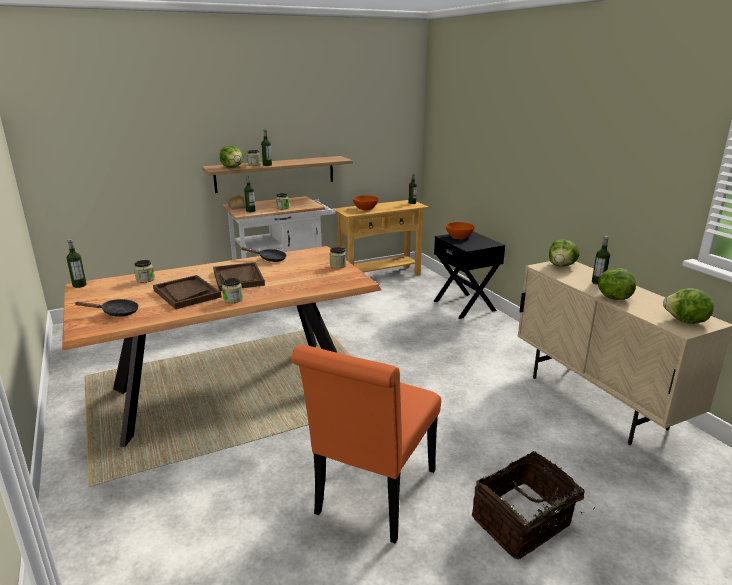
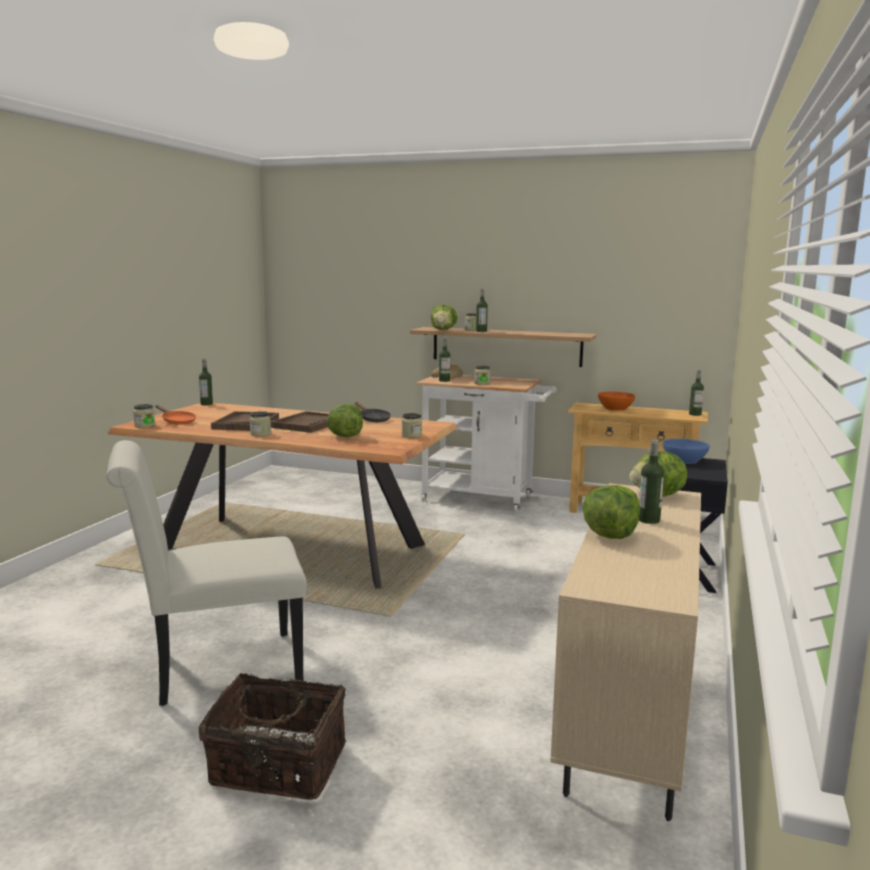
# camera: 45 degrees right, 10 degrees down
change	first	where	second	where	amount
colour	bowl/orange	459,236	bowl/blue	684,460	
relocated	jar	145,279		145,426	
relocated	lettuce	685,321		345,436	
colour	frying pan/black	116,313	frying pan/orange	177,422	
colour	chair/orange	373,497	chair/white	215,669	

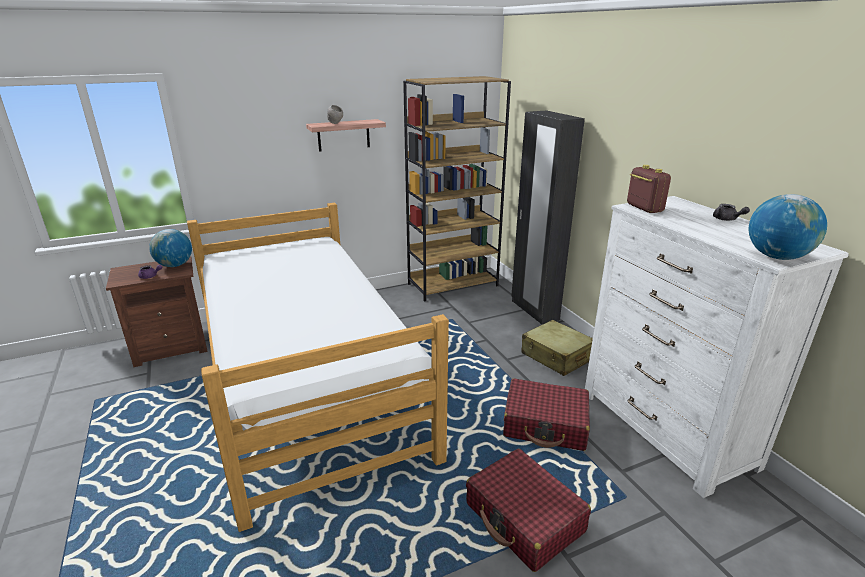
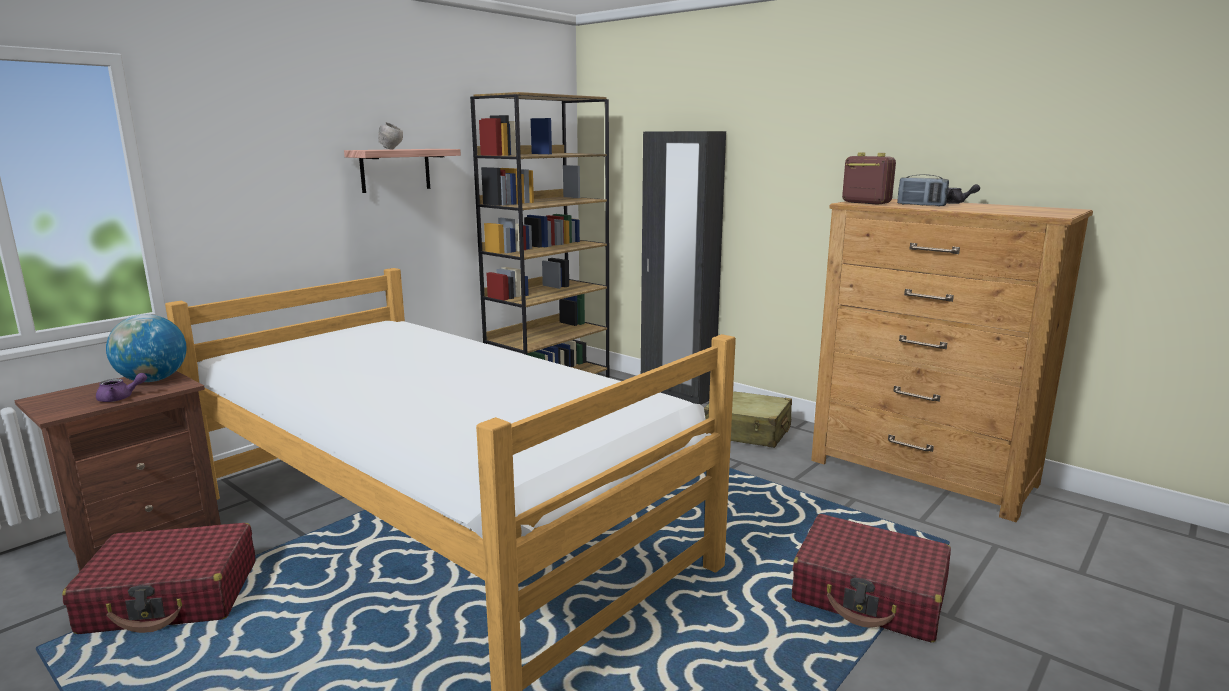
# camera: 25 degrees left, 10 degrees down
change	first	where	second	where	amount
missing	globe	777,257			
colour	dresser/white	665,429	dresser/brown	922,472	
relocated	suitcase/red	545,424		172,596	
appeared			radio	921,205	

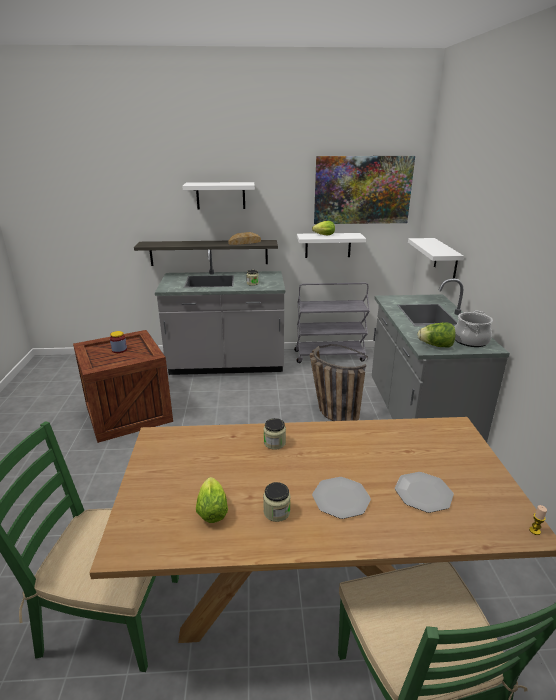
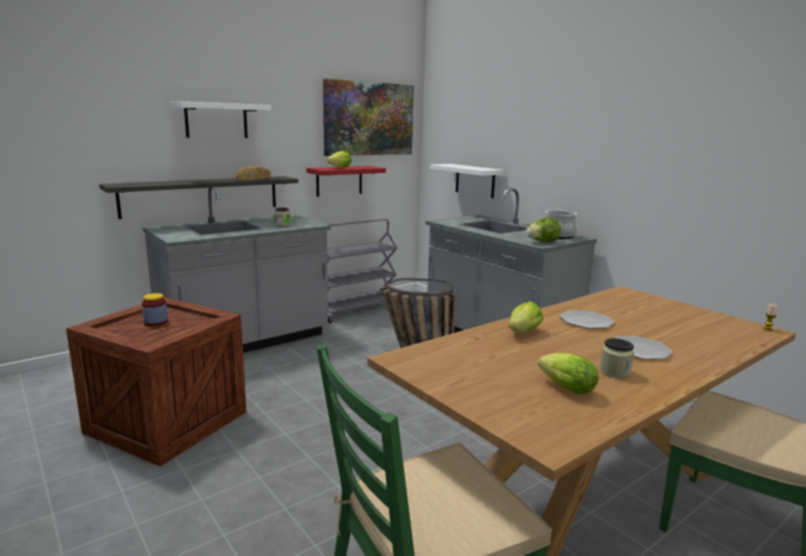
# camera: 35 degrees left, 10 degrees down
change	first	where	second	where	amount
colour	shelf/white	328,245	shelf/red	339,181	
exchanged	jar	274,443	lettuce	522,333	
relocated	plate	423,493		586,321	

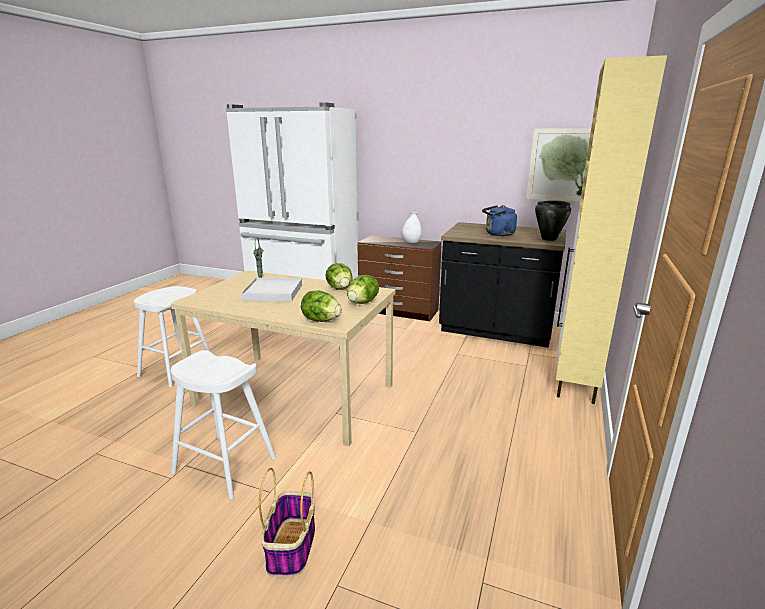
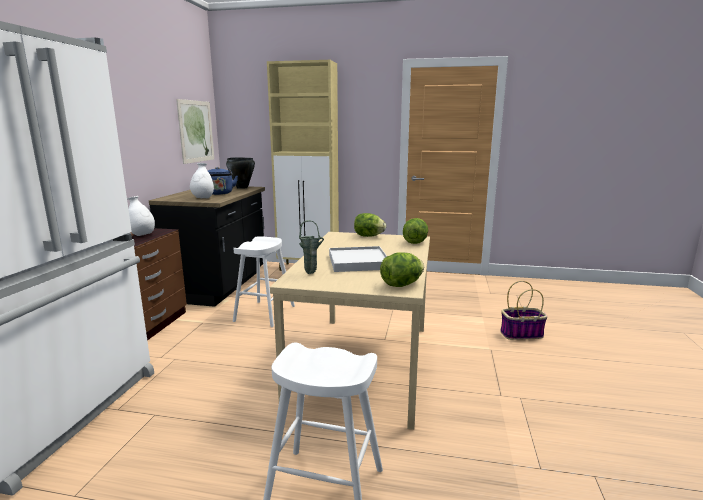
# camera: 100 degrees left, 5 degrees down
change	first	where	second	where	amount
relocated	lettuce	340,288		401,285	
relocated	stool/white	225,465		265,313	
appeared			vase/white	203,198	

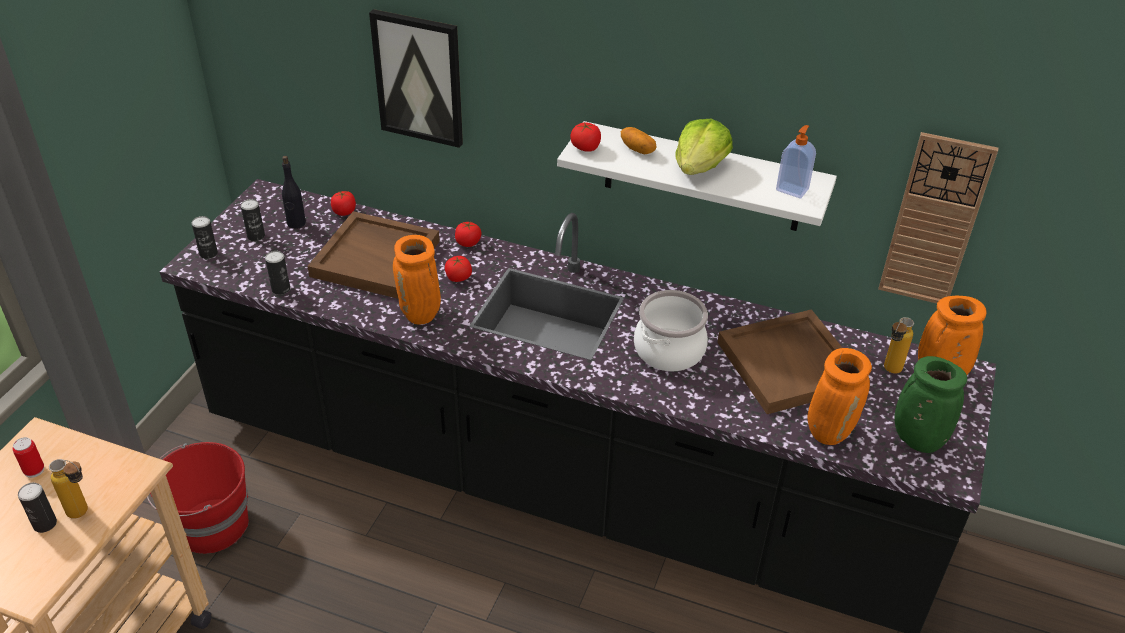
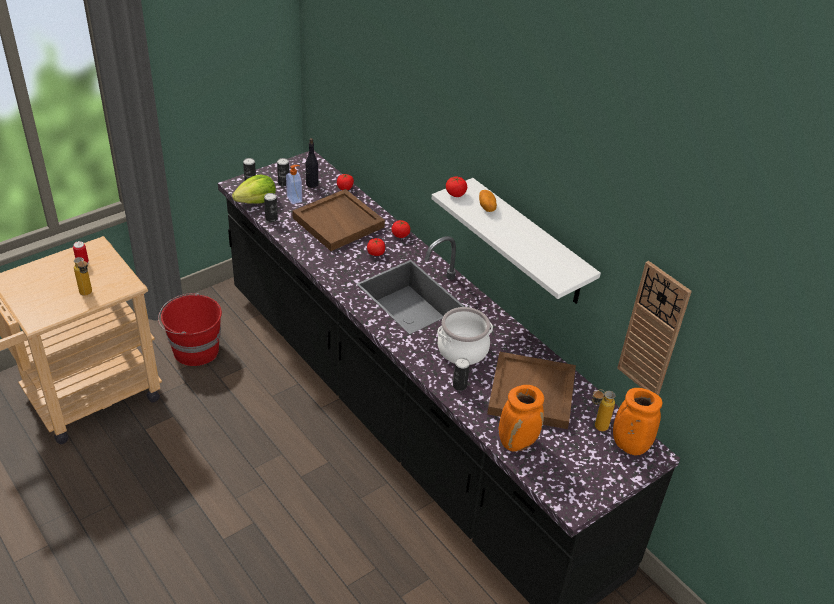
# camera: 30 degrees right, 0 degrees up
change	first	where	second	where	amount
missing	picture	419,78			
relocated	lettuce	700,167		256,201	
relocated	soap dispenser	792,189		295,199	
missing	vase/orange	421,315			
missing	vase/green	916,440			
relocated	can	45,524		459,385	

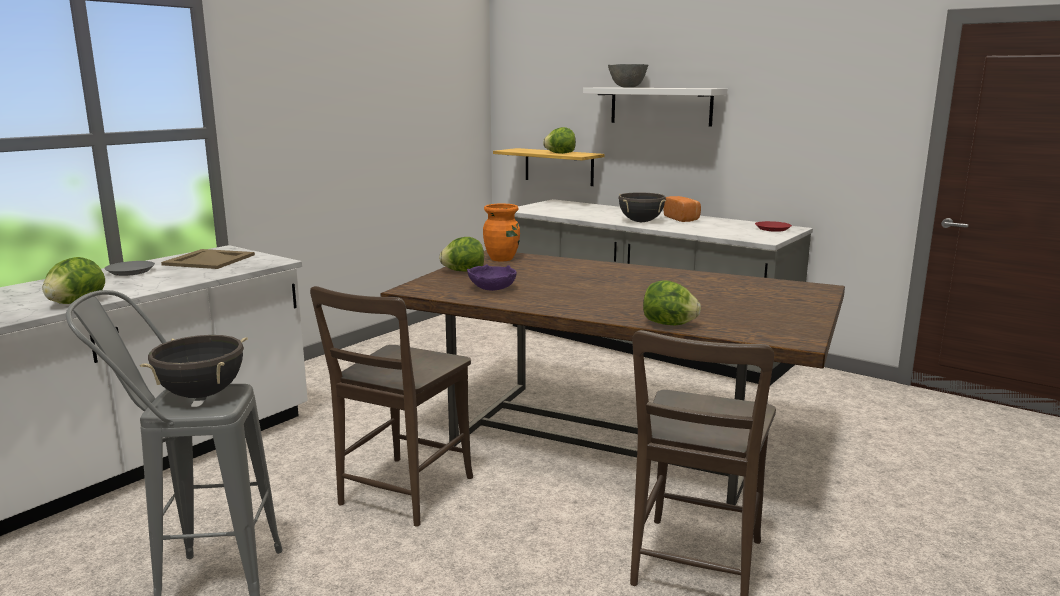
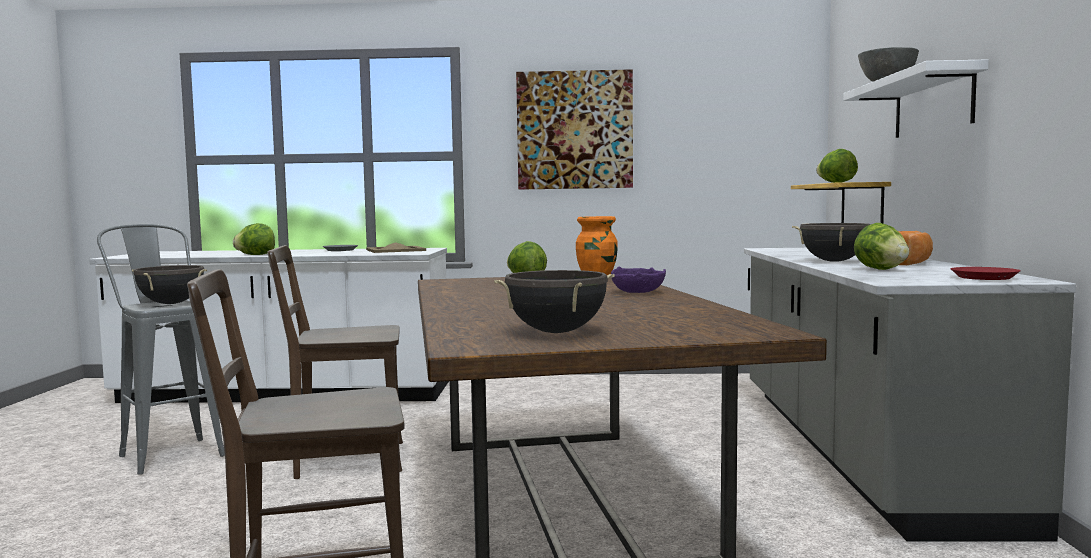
# camera: 55 degrees right, 10 degrees down
change	first	where	second	where	amount
relocated	bowl/purple	492,288		637,292	
relocated	lettuce	669,324		881,269	
appeared			picture	574,130	
appeared			cooking pot/black	556,332	

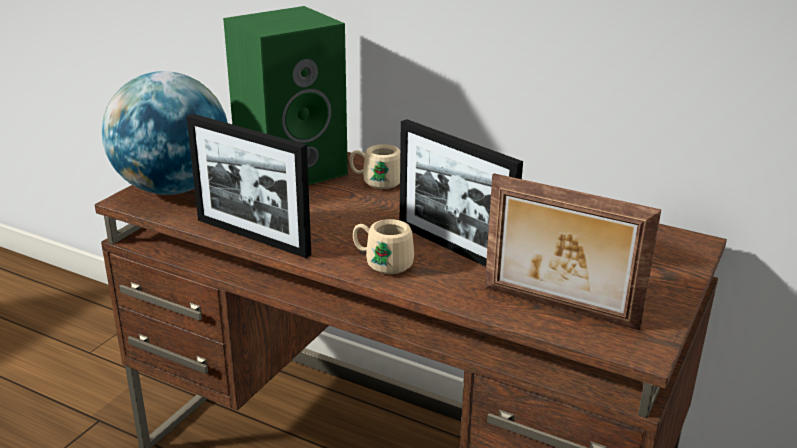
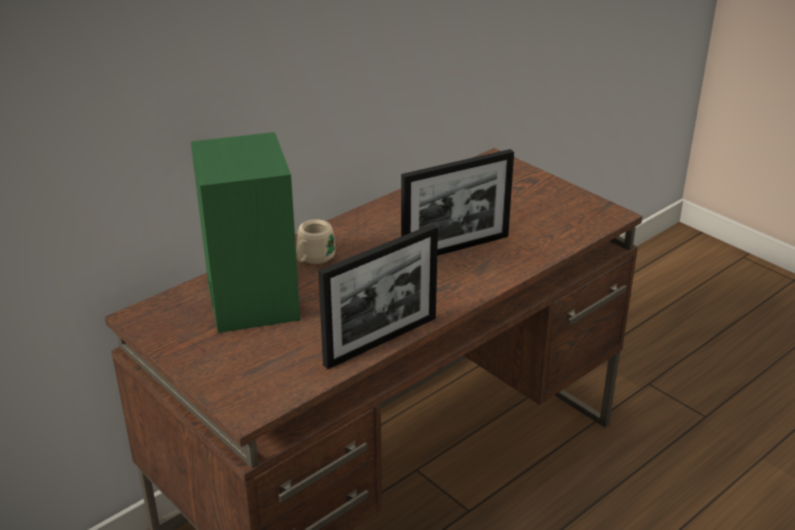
# camera: 70 degrees left, 5 degrees up
change	first	where	second	where	amount
missing	globe	173,188			
missing	picture frame	558,309			
missing	mug/beige	382,263			

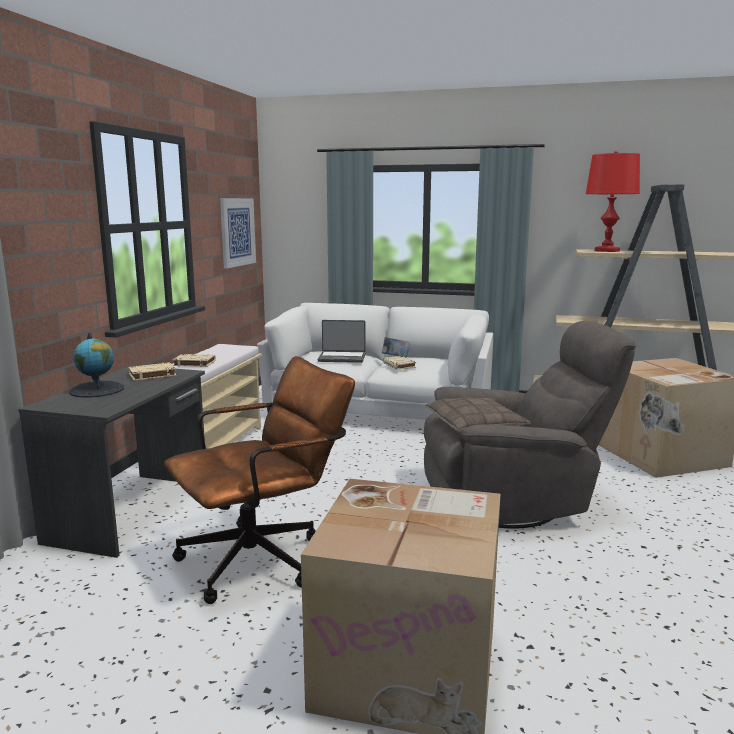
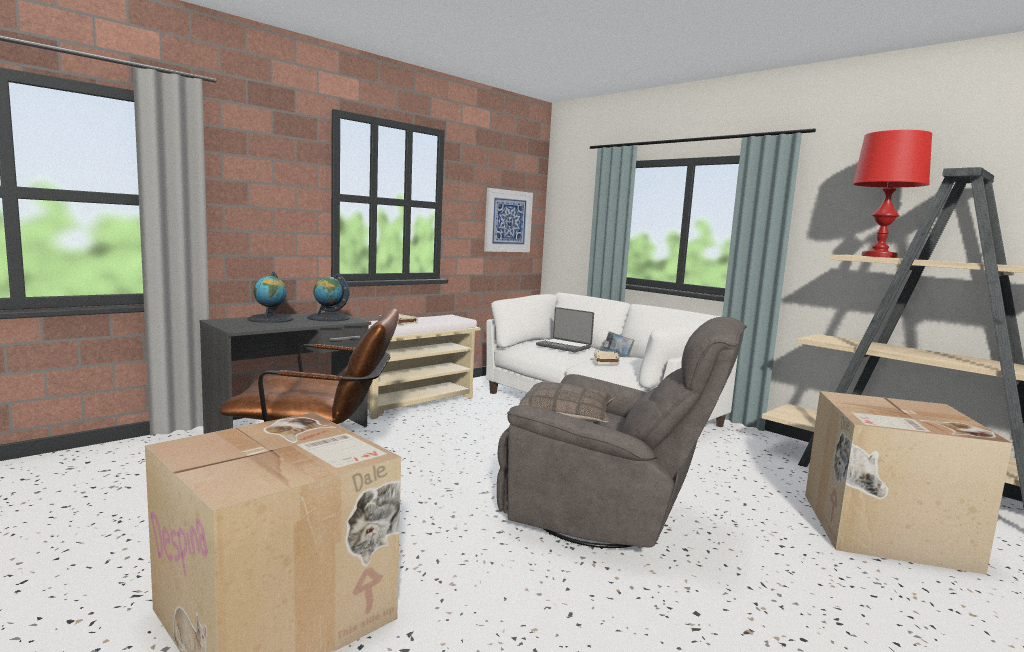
# camera: 30 degrees right, 5 degrees down
change	first	where	second	where	amount
exchanged	book/beige	152,375	globe	328,318	

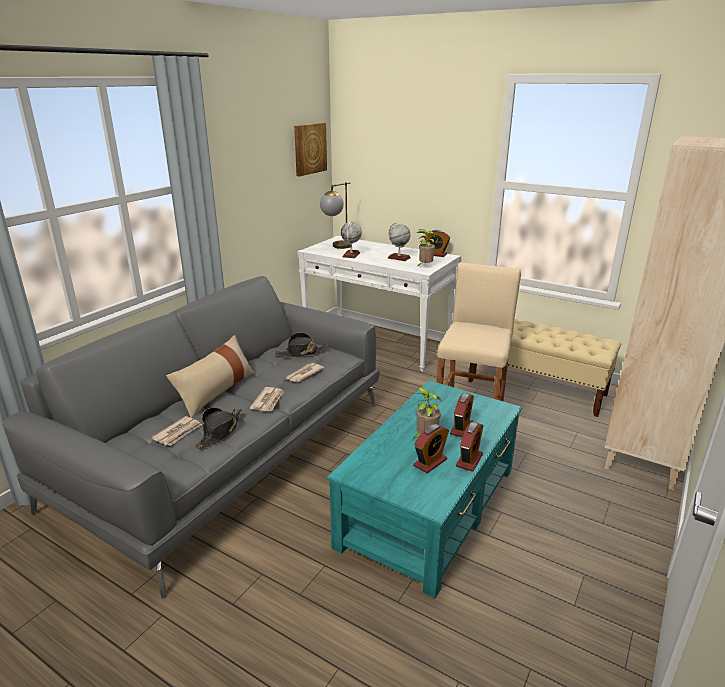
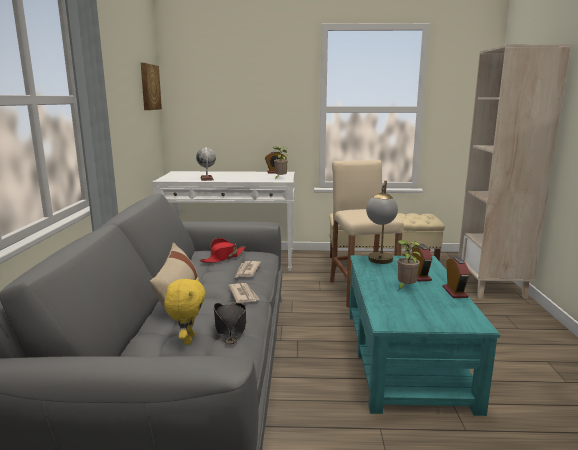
# camera: 30 degrees left, 10 degrees down
change	first	where	second	where	amount
relocated	table lamp	337,247		379,262	
missing	globe	399,258			
colour	hat/black	301,353	hat/red	223,257	
exchanged	newspaper	178,433	plush toy/yellow	187,340	
missing	alarm clock	430,462			

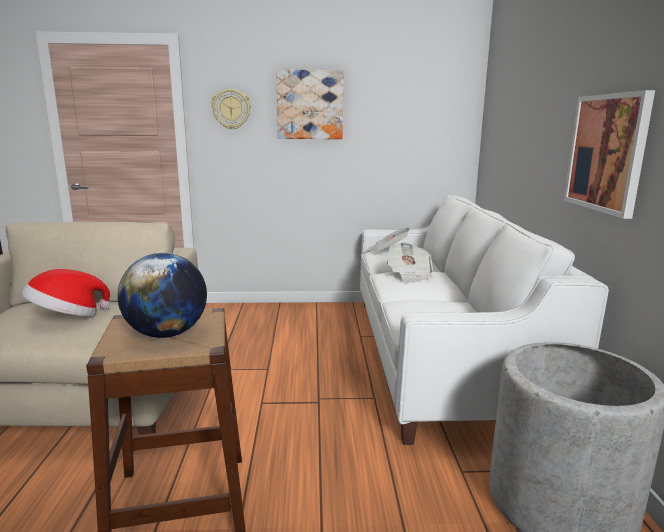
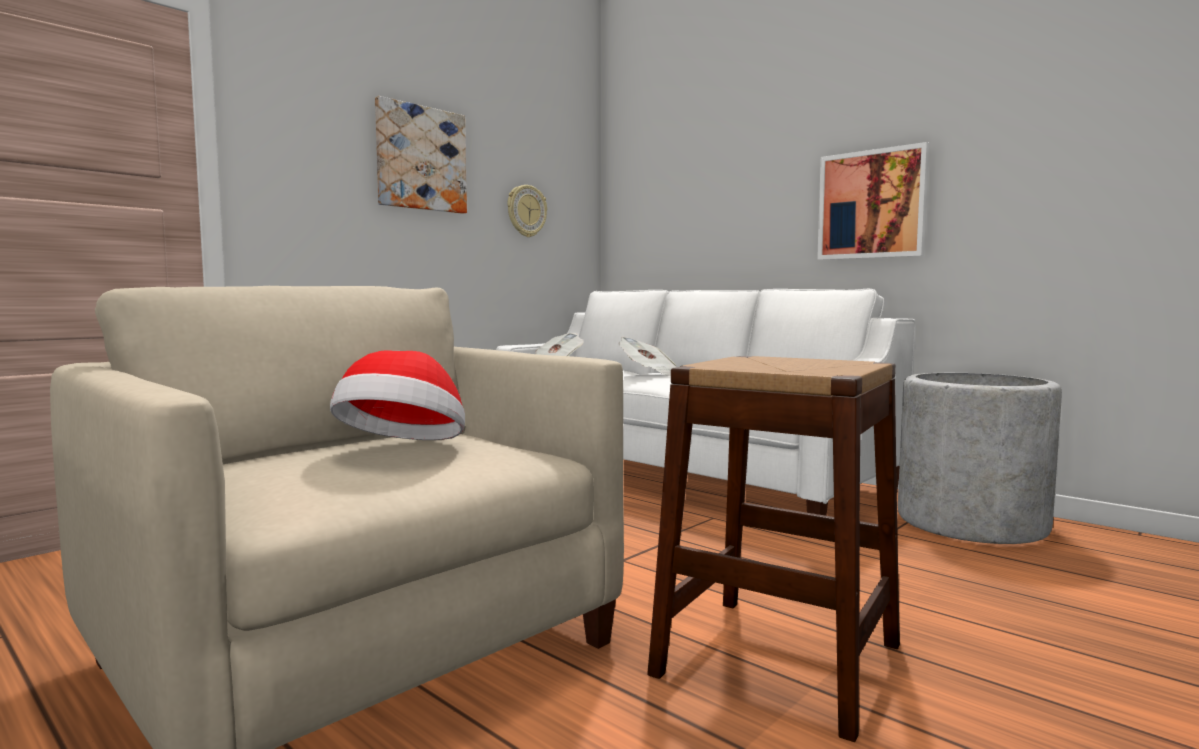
# camera: 45 degrees left, 10 degrees down
change	first	where	second	where	amount
relocated	wall clock	231,109		526,211	
missing	globe	167,334			

